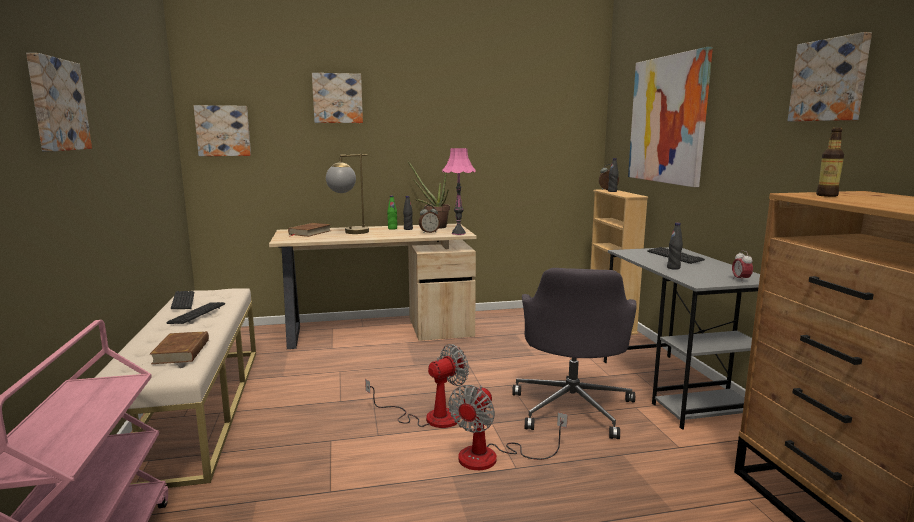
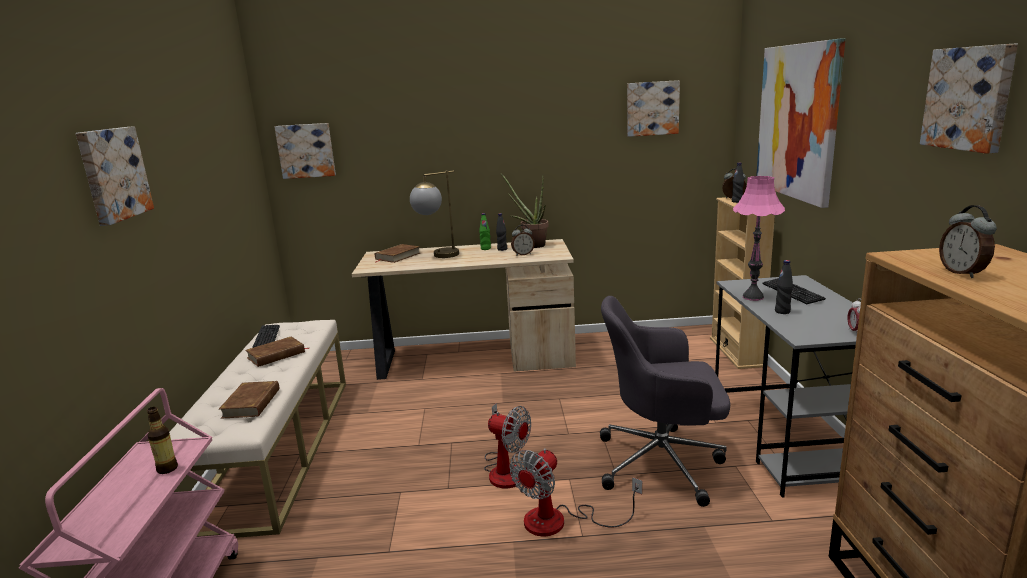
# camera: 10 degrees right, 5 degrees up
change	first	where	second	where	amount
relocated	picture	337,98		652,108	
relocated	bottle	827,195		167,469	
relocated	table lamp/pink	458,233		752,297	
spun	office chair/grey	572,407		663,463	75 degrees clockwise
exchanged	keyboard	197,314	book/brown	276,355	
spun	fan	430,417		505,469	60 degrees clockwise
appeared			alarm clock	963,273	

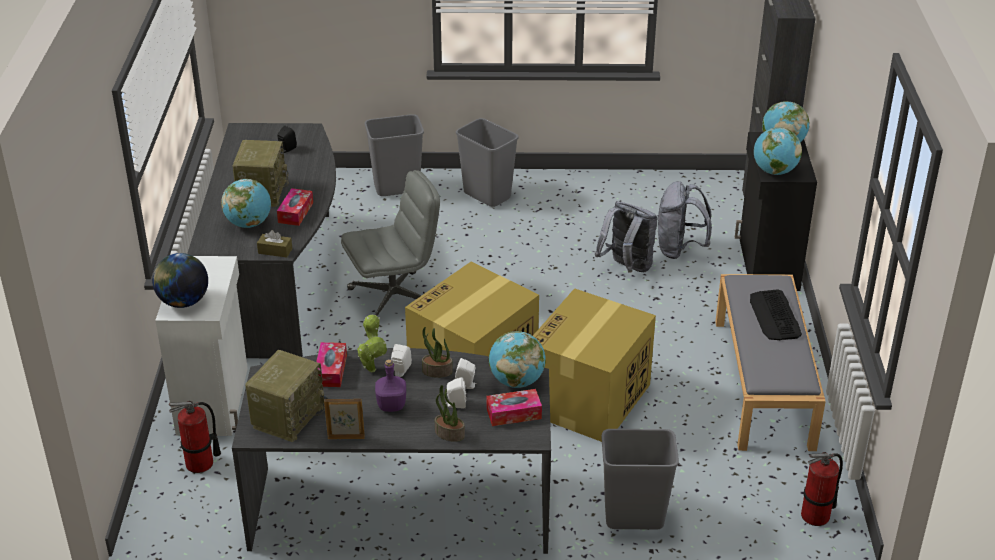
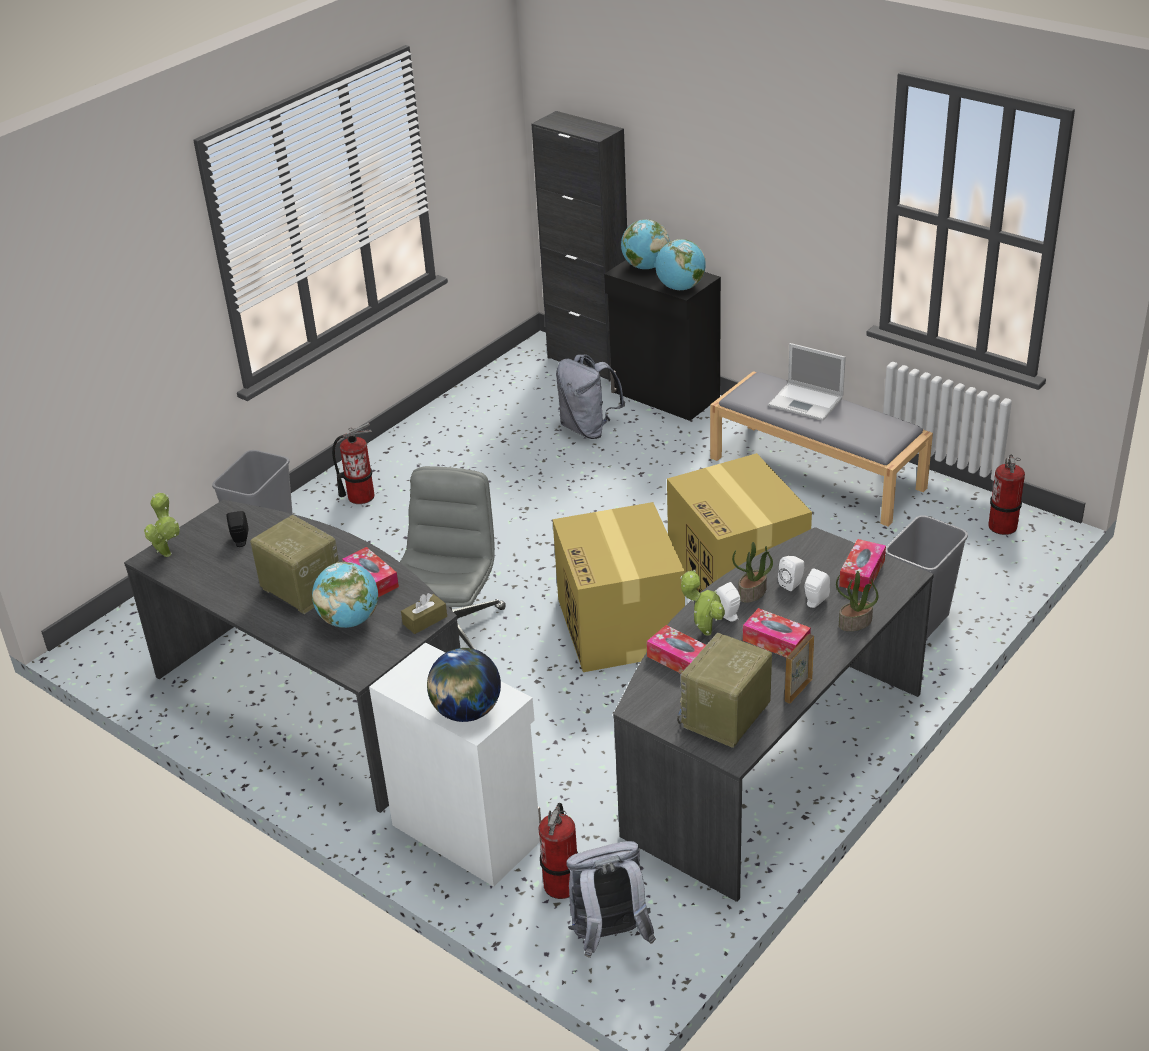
# camera: 50 degrees left, 0 degrees up
change	first	where	second	where	amount
exchanged	trash can/grey	488,195	fire extinguisher	360,496	
relocated	backpack/grey	626,268		609,936	
exchanged	keyboard	774,316	laptop	807,402	
missing	globe	516,381			
spun	radio	288,416		726,717	120 degrees counterclockwise
exchanged	bottle/purple	391,405	tissue box	776,641	
appeared			potted plant	167,552	

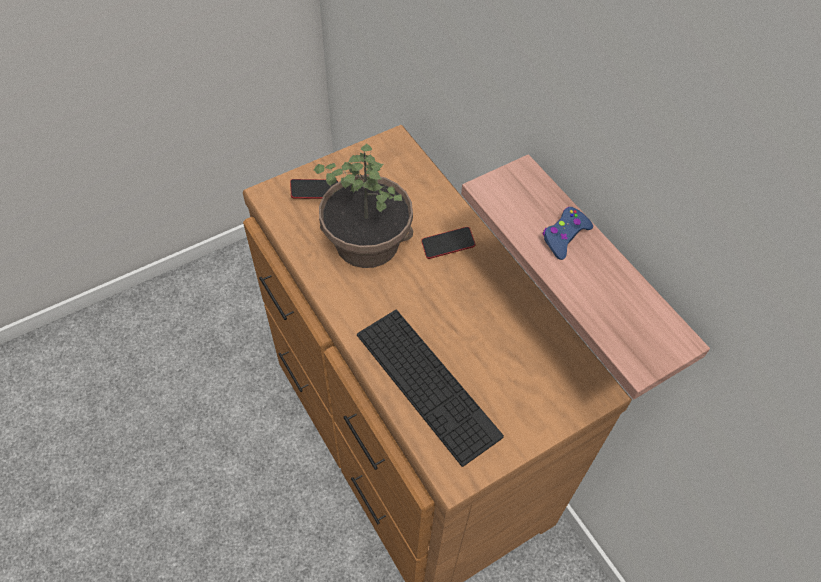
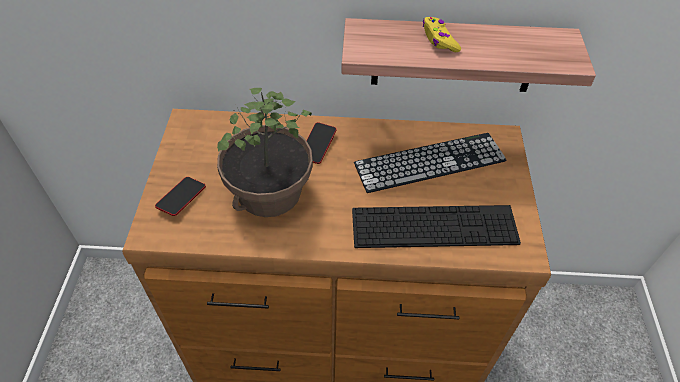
# camera: 55 degrees left, 5 degrees down
change	first	where	second	where	amount
colour	game controller/blue	564,236	game controller/yellow	439,40	
appeared			keyboard	430,162	

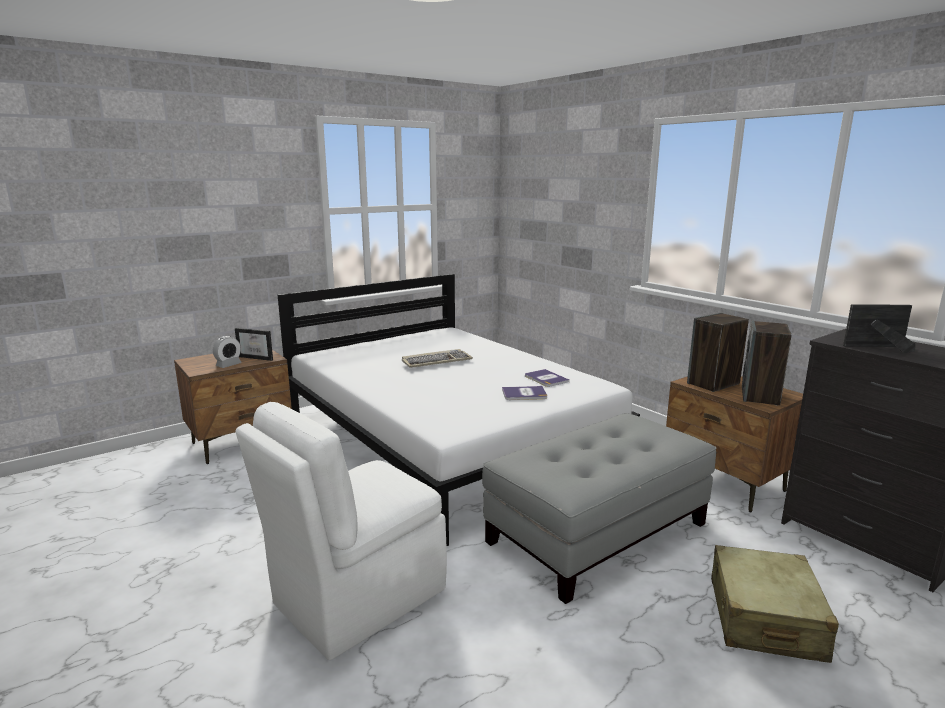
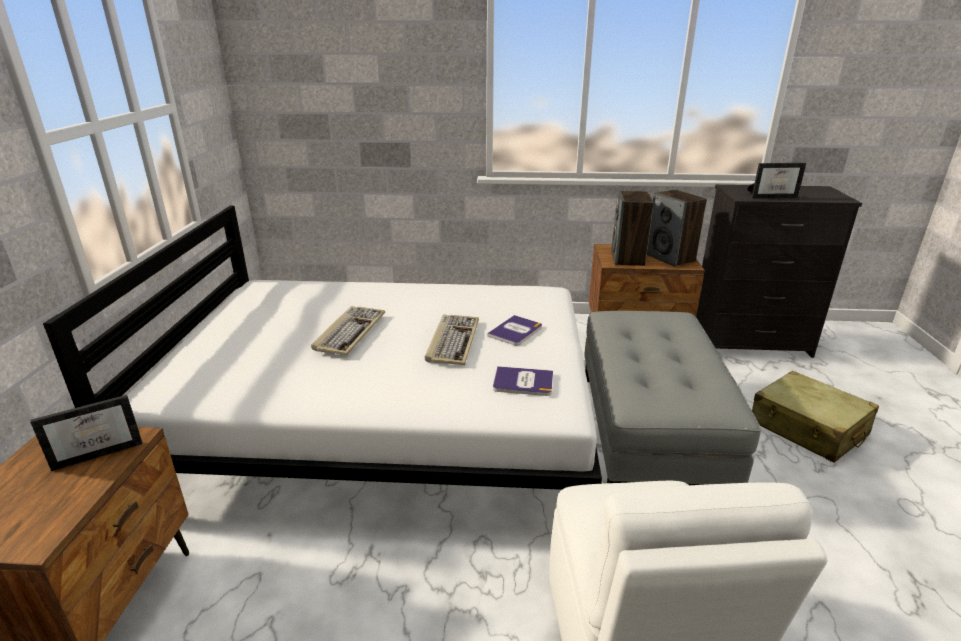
# camera: 50 degrees left, 10 degrees up
change	first	where	second	where	amount
spun	picture frame	875,348		773,196	135 degrees counterclockwise
missing	alarm clock	228,365			
relocated	book	546,378		523,382	
appeared			keyboard	452,341	

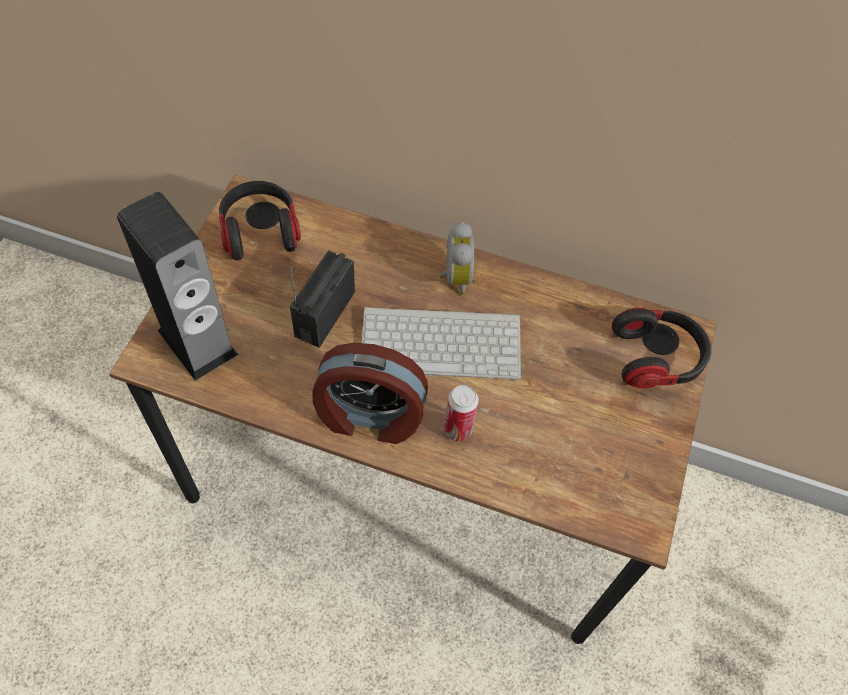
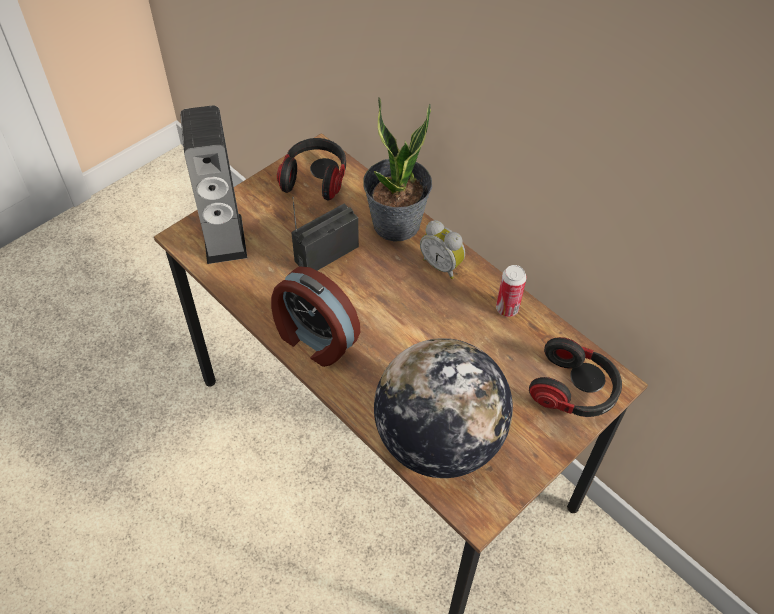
# camera: 30 degrees right, 5 degrees down
change	first	where	second	where	amount
spun	alarm clock	454,277		442,265	105 degrees clockwise
missing	keyboard	443,341			
relocated	can	458,429		507,309	
appeared			potted plant	396,224	
appeared			globe	438,440	

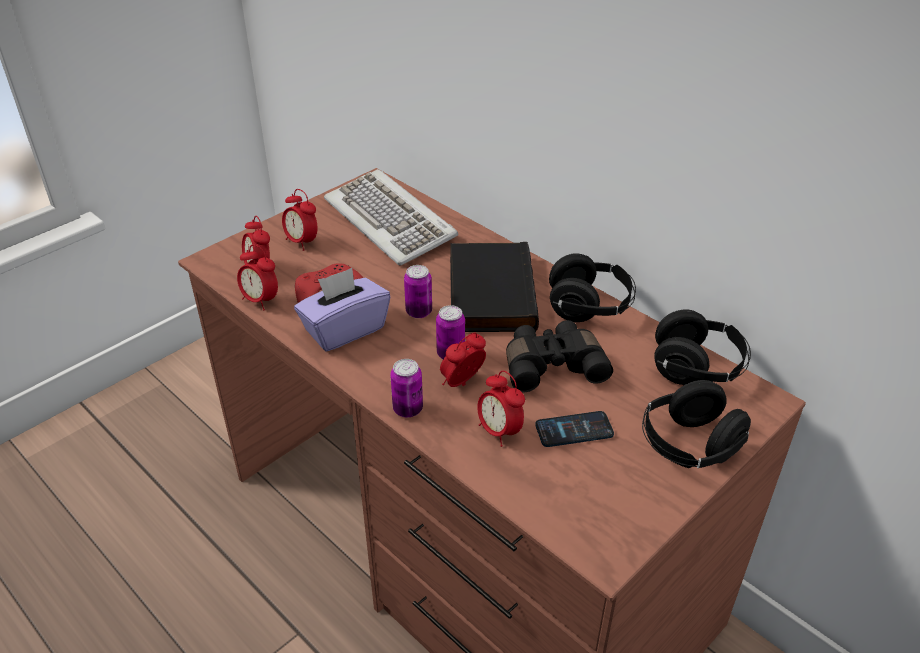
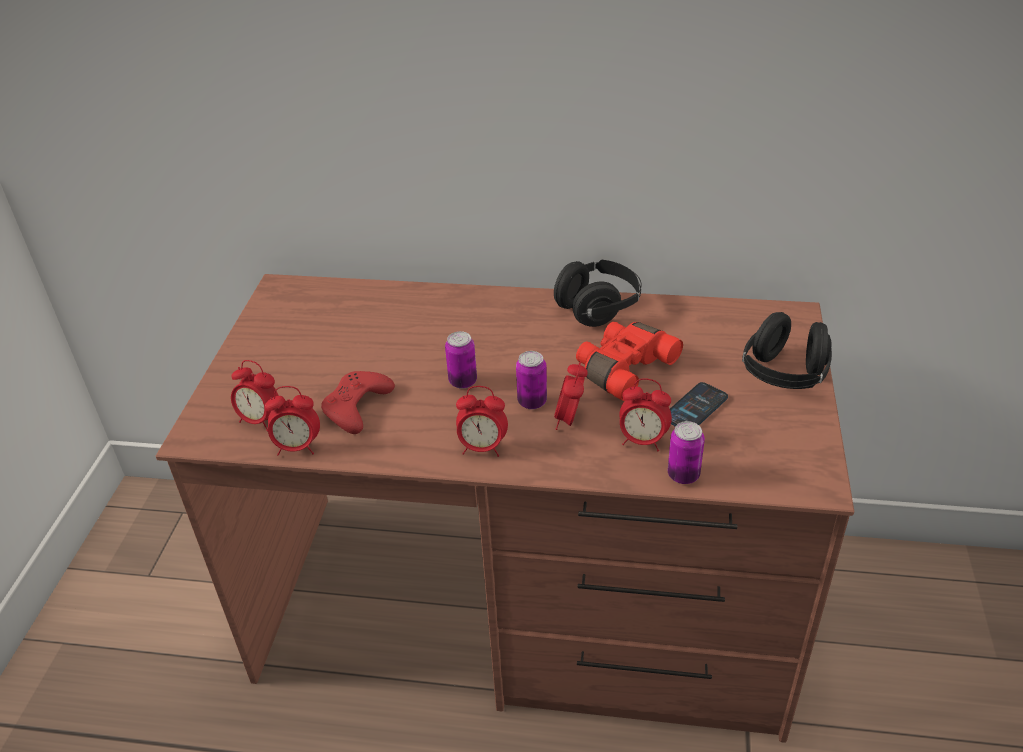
# camera: 35 degrees left, 0 degrees up
change	first	where	second	where	amount
missing	keyboard	391,221			
relocated	alarm clock	302,242		482,448	
missing	book/black	488,292			
missing	tissue box/purple	344,329			
missing	headphones/black	697,368			
colour	binoculars/black	552,365	binoculars/red	623,368	
relocated	can	408,409		683,475	

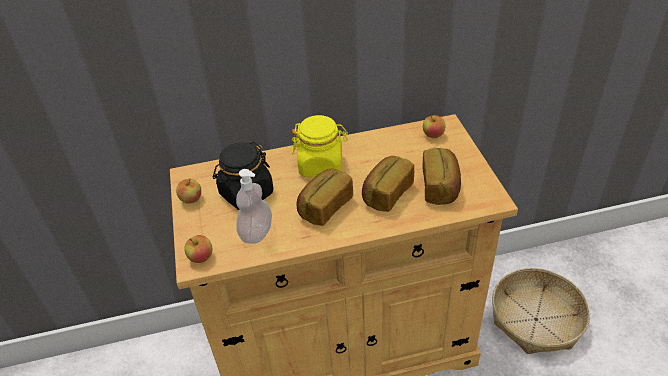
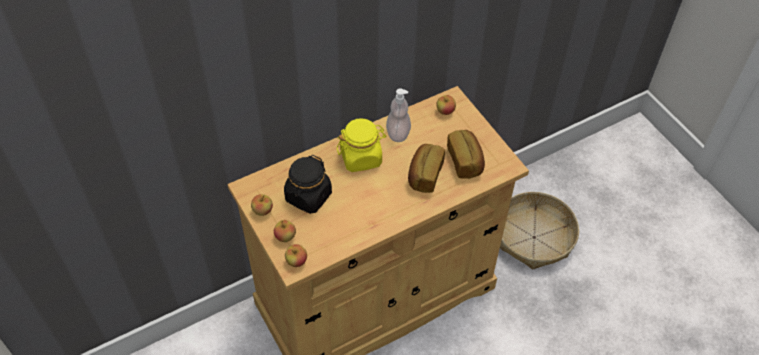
# camera: 20 degrees left, 10 degrees up
change	first	where	second	where	amount
relocated	soap dispenser	256,233		398,133	
missing	bread	324,206			
appeared			apple	285,237	

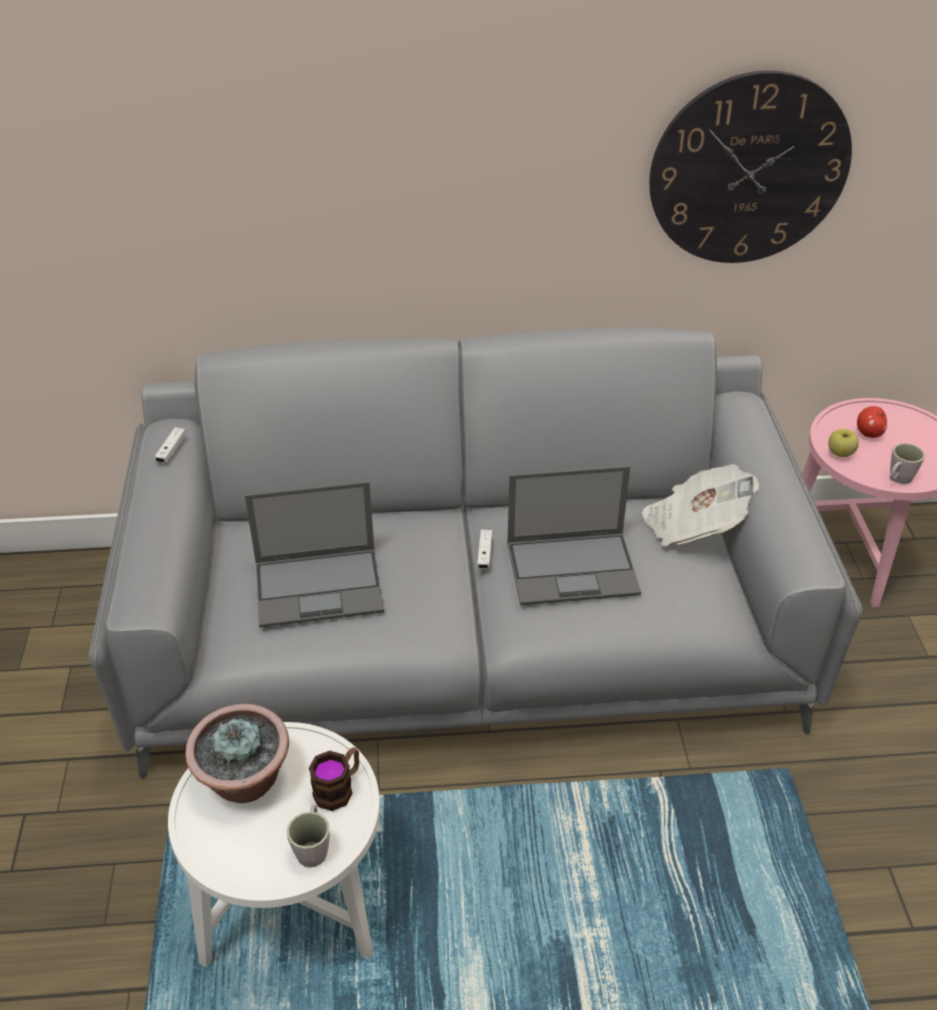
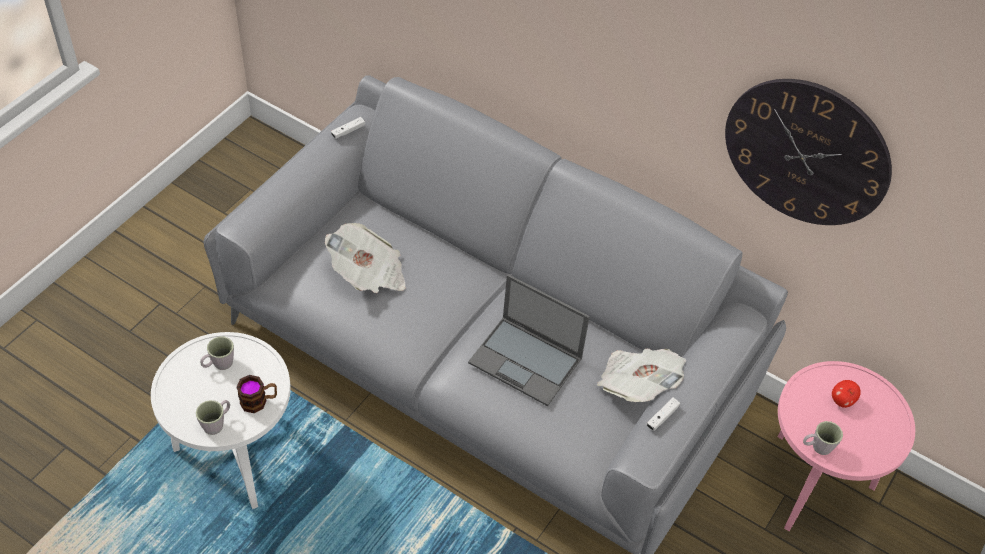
# camera: 35 degrees right, 10 degrees up
change	first	where	second	where	amount
missing	apple	840,453			
exchanged	laptop	320,586	newspaper	368,274	
relocated	game controller/white	484,554		662,417	
exchanged	potted plant	245,782	mug/grey	219,364	

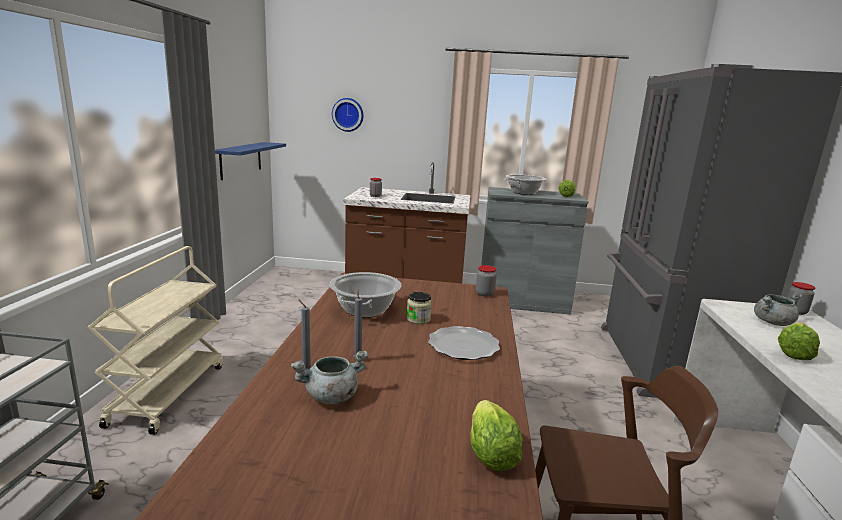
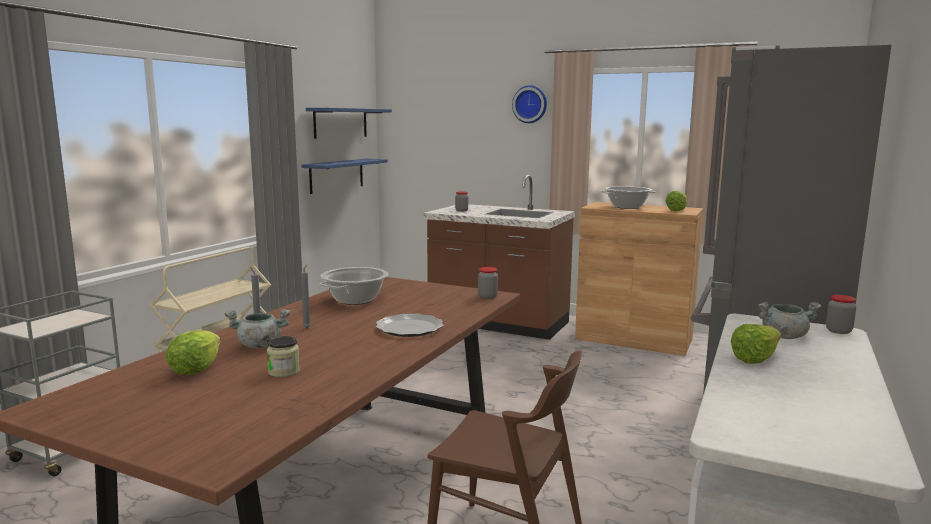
# camera: 20 degrees right, 5 degrees down
change	first	where	second	where	amount
relocated	wall clock	348,114		530,104	
colour	cabinet/grey	522,301	cabinet/brown	633,339	
relocated	jar	418,319		284,371	
relocated	lettuce	490,454		195,369	
appeared			shelf/blue	340,123	

